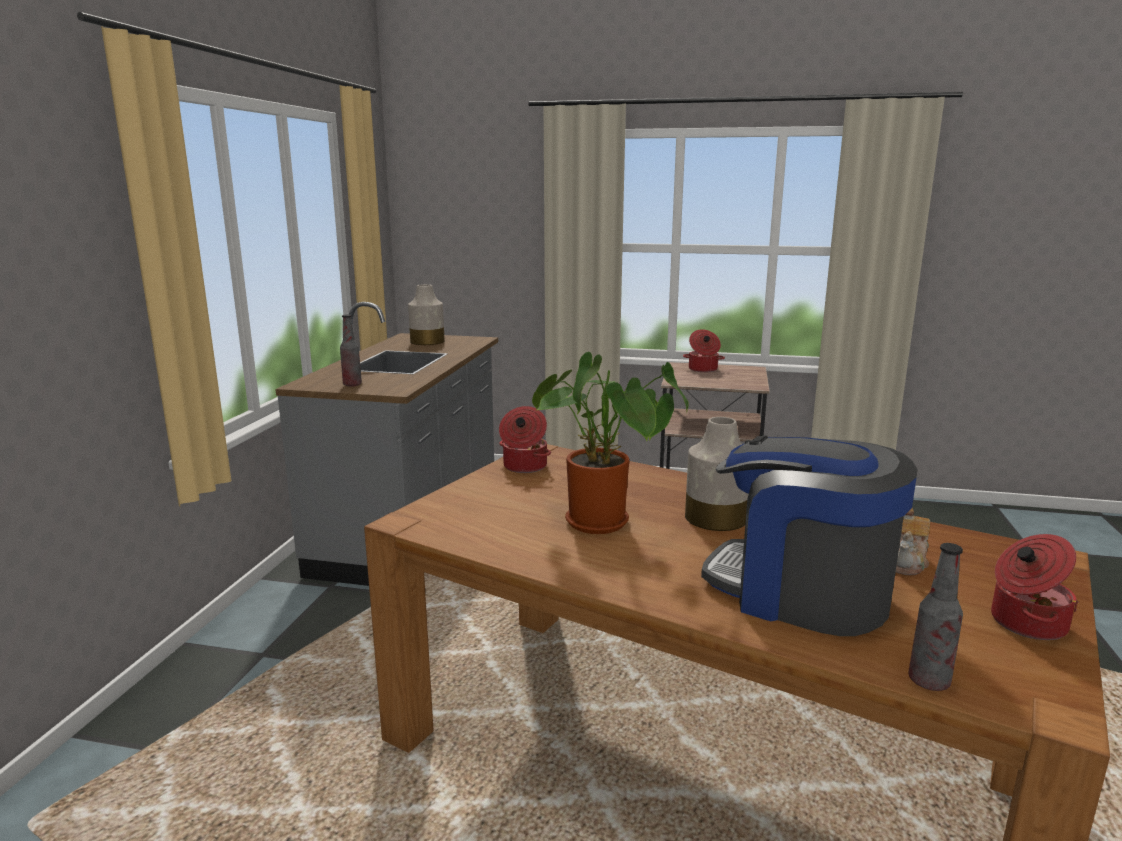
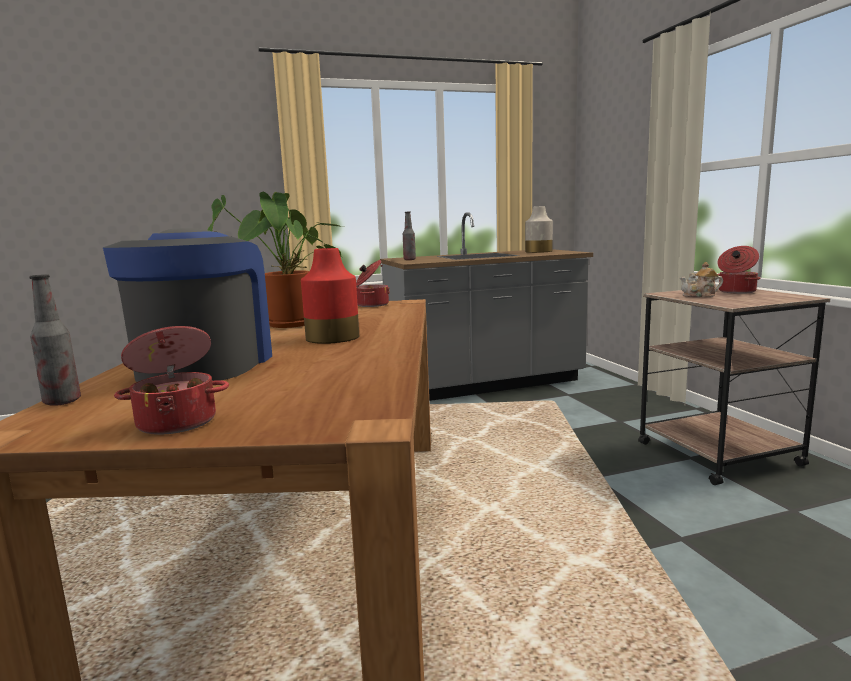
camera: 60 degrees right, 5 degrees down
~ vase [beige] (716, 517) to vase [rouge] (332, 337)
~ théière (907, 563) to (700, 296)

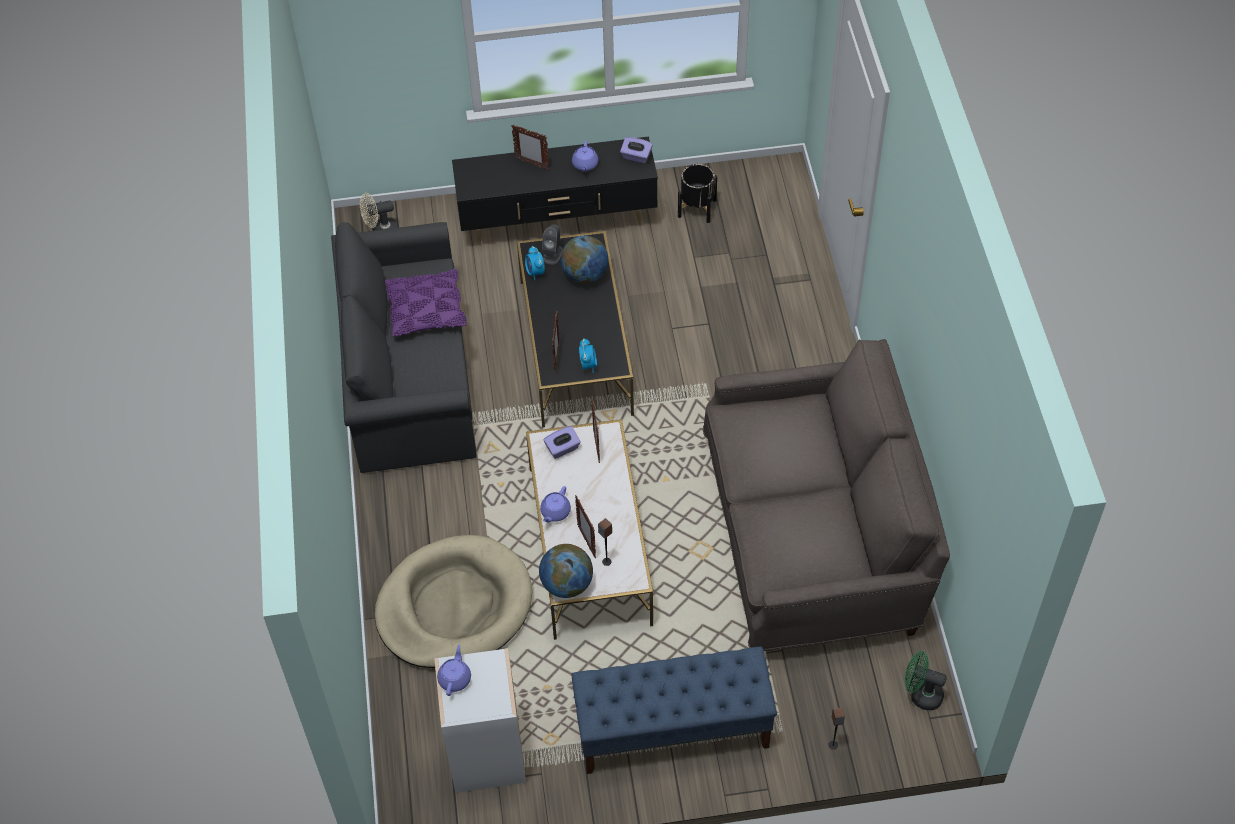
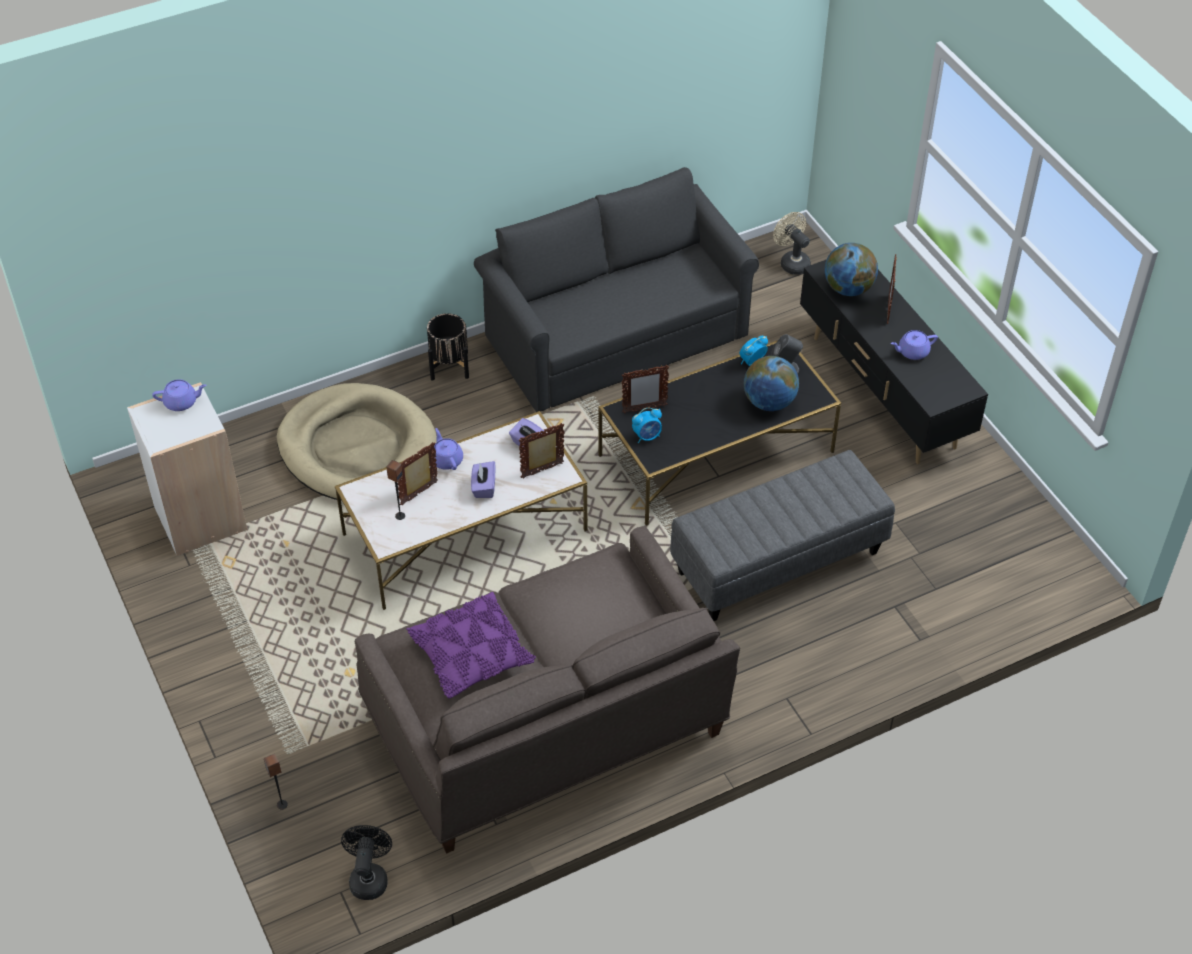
camera: 70 degrees right, 5 degrees down
~ boîte à mouchoirs [violet] (636, 157) to (483, 487)
~ cache-pot [noir] (697, 208) to (449, 366)
~ coussin [violet] (426, 310) to (471, 654)
~ théière [violet] (555, 512) = (446, 459) 60 degrees clockwise
~ globe (567, 584) to (848, 288)
- banc [bleu] (672, 730)
~ ventilateur [vert] (921, 694) to ventilateur [noir] (369, 877)
+ pouf [gris] (778, 564)

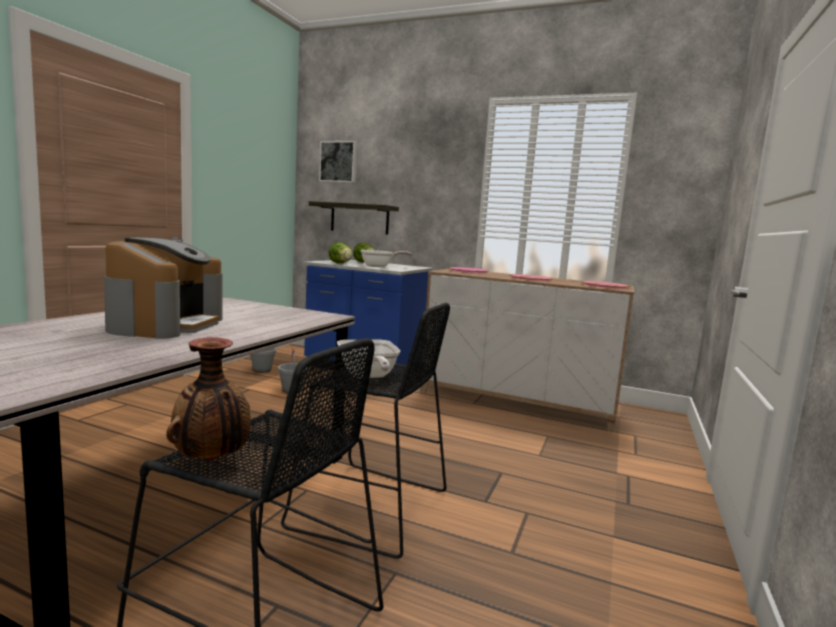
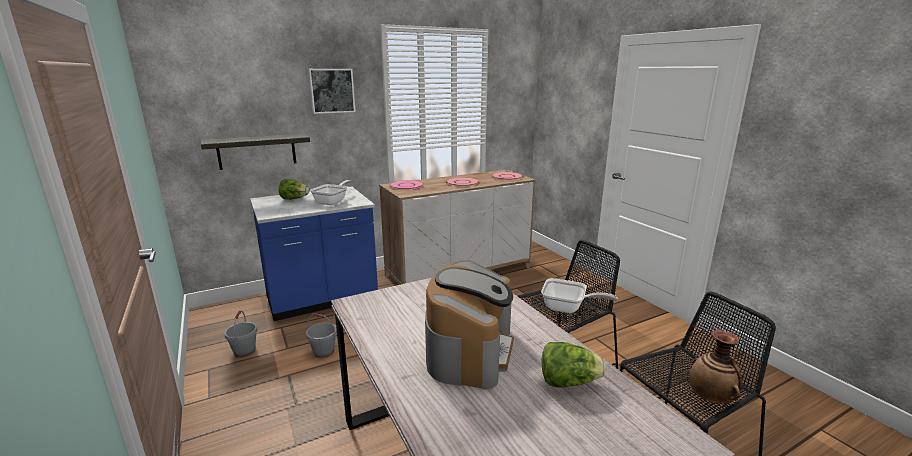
camera: 50 degrees left, 10 degrees up
~ tableau (338, 162) to (331, 90)
~ machine à café (166, 324) = (469, 350) 60 degrees clockwise
~ laitue (341, 263) to (568, 382)

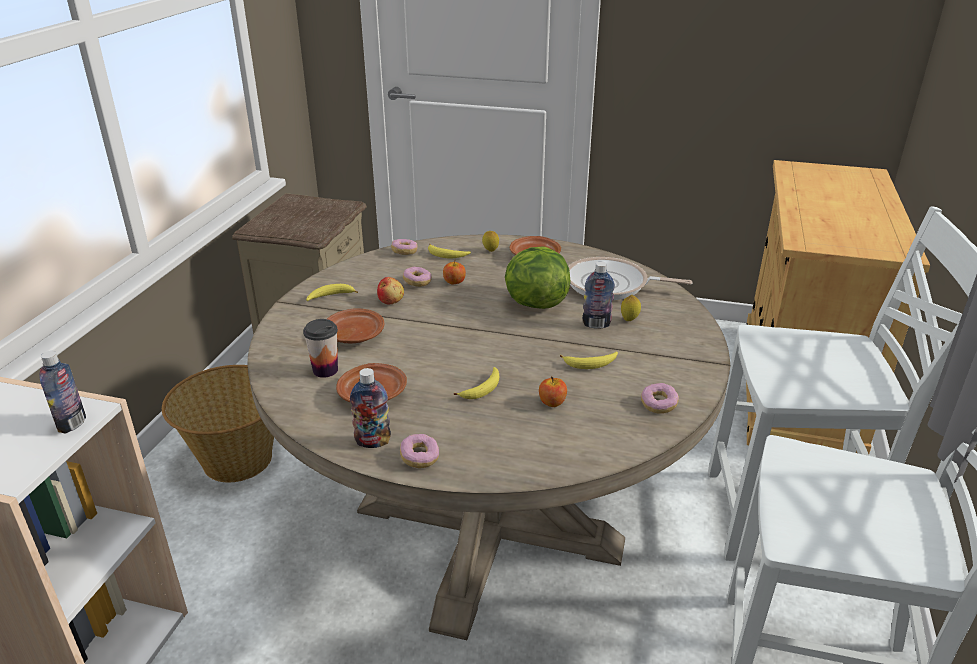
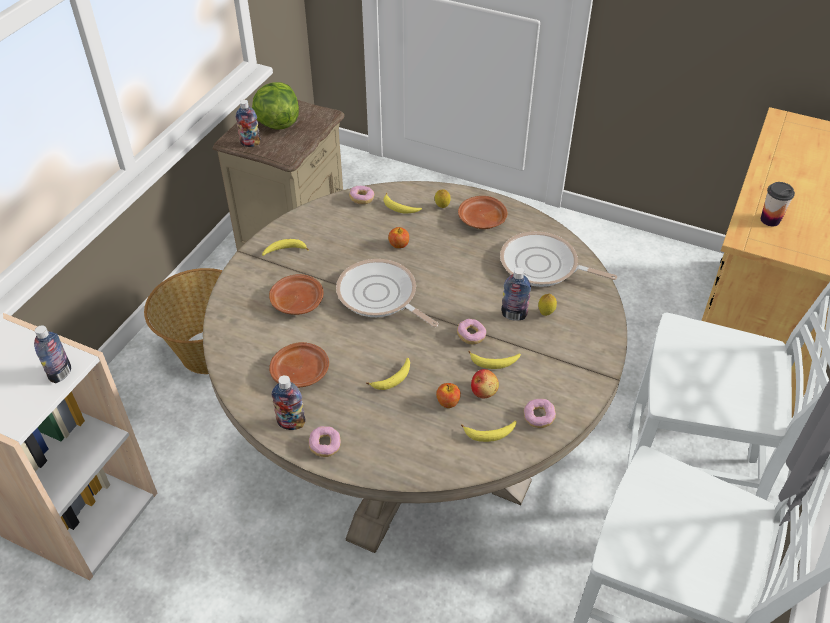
camera: 10 degrees right, 15 degrees up
~ laitue (534, 303) to (277, 123)
~ beignet (417, 282) to (471, 336)
~ pomme (391, 301) to (484, 391)
~ tasse (325, 370) to (770, 220)
+ bouteille (250, 143)
+ poêle (380, 296)
+ banane (490, 433)

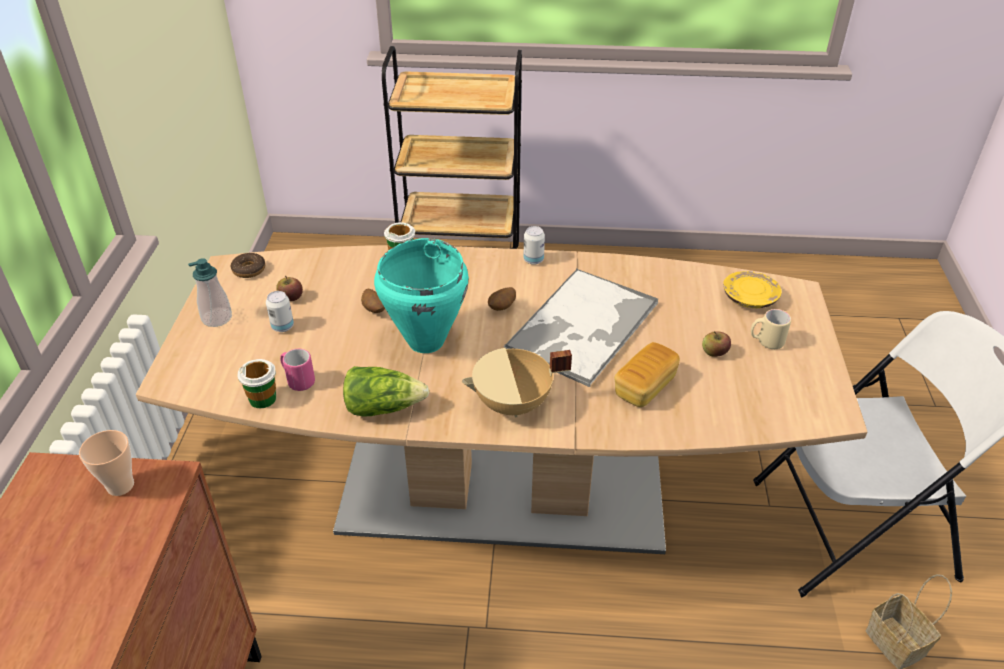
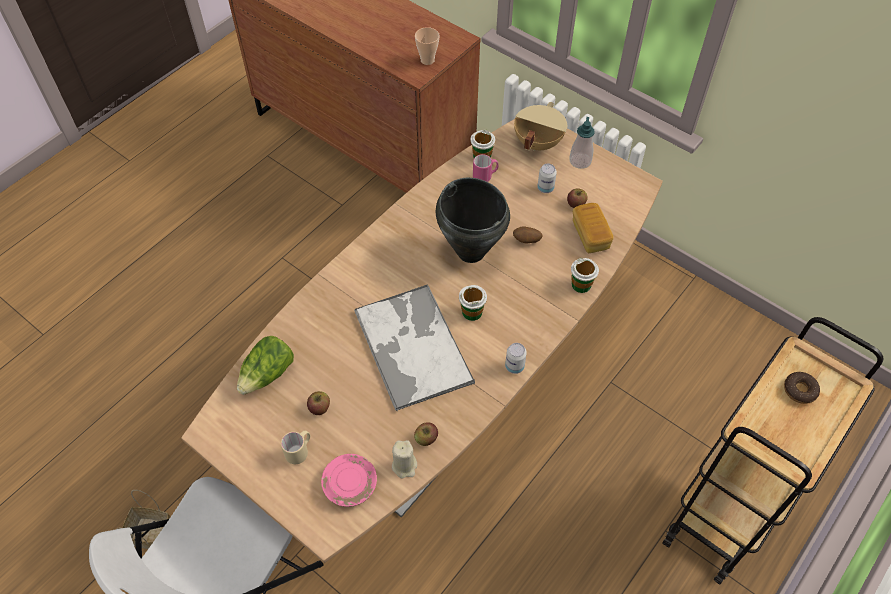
camera: 125 degrees right, 15 degrees up
~ marmite [turquoise] (425, 341) to marmite [noir] (471, 251)
~ beignet (249, 270) to (799, 390)
~ assiette [jaune] (749, 298) to assiette [rose] (350, 484)
~ pomme de terre (502, 308) to tasse (472, 312)
~ pain (644, 387) to (590, 235)
~ marmite [beige] (513, 405) to (537, 142)
~ laitue (383, 407) to (268, 374)
+ pomme (426, 438)
+ bougie [beige] (404, 466)

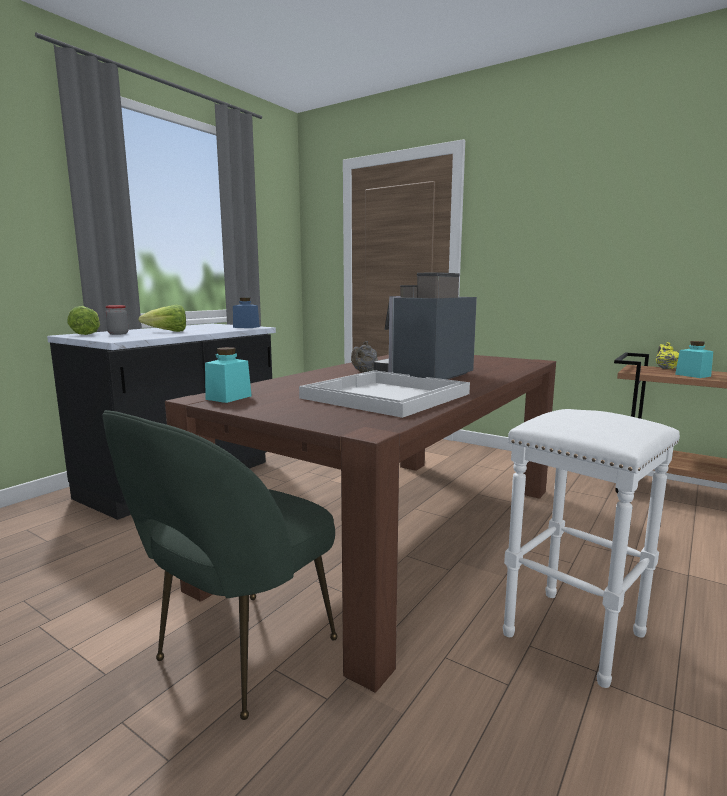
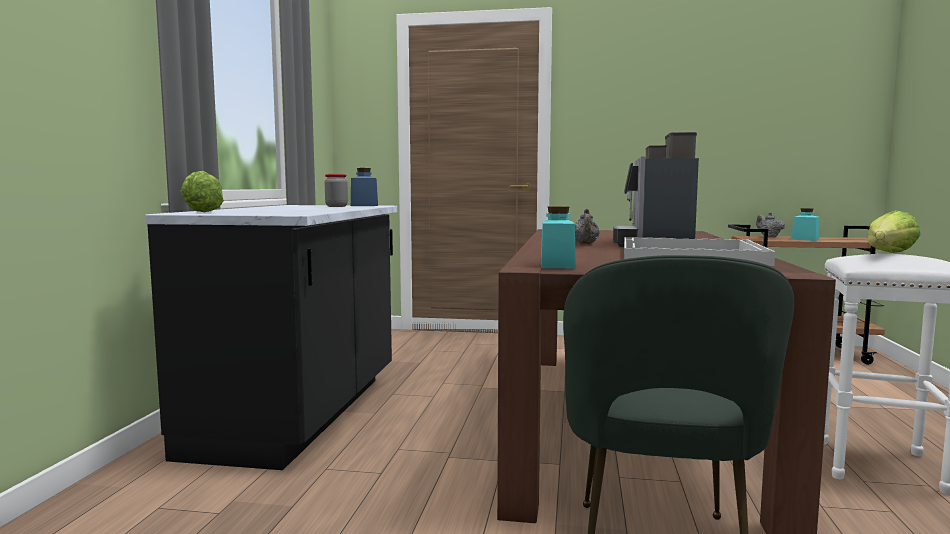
camera: 25 degrees left, 5 degrees down
~ bocal (118, 334) to (336, 206)
~ laitue (168, 332) to (889, 253)
~ théière [jaune] (665, 368) to théière [gris] (768, 236)

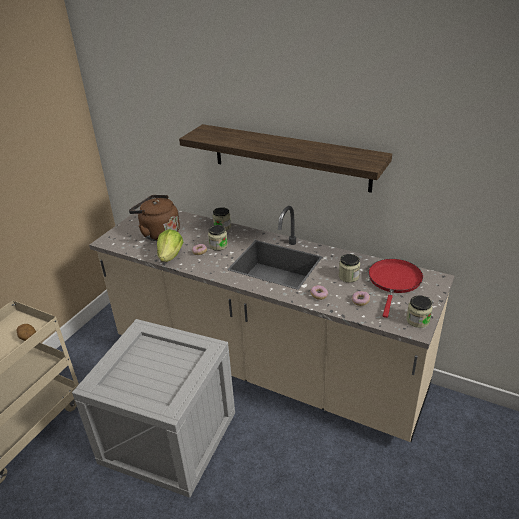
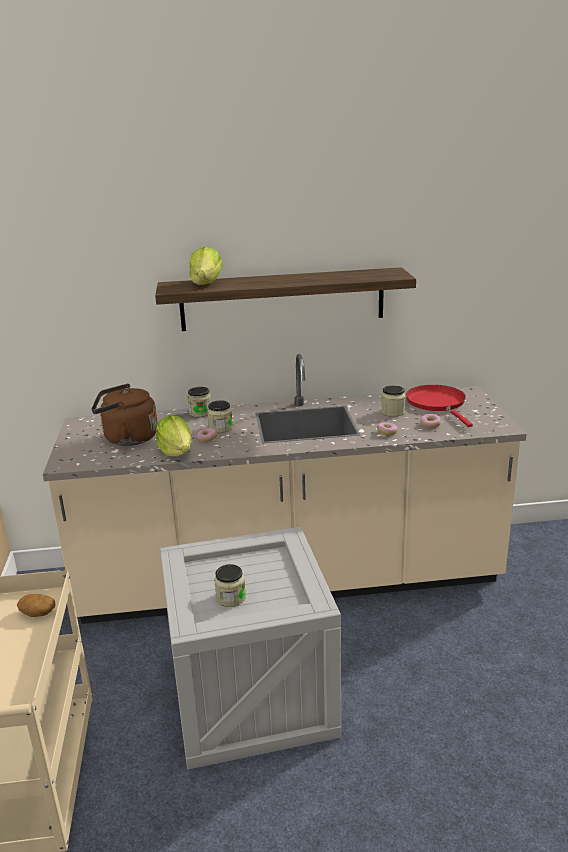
camera: 35 degrees left, 10 degrees down
~ bocal (418, 320) to (230, 598)
+ laitue (206, 283)

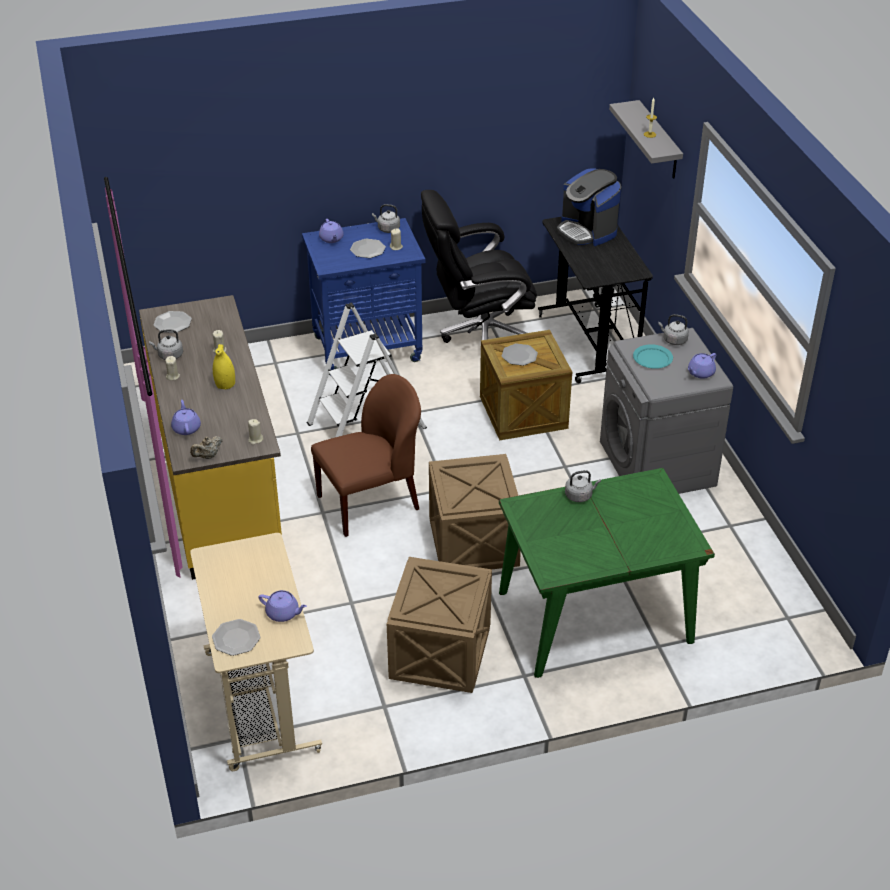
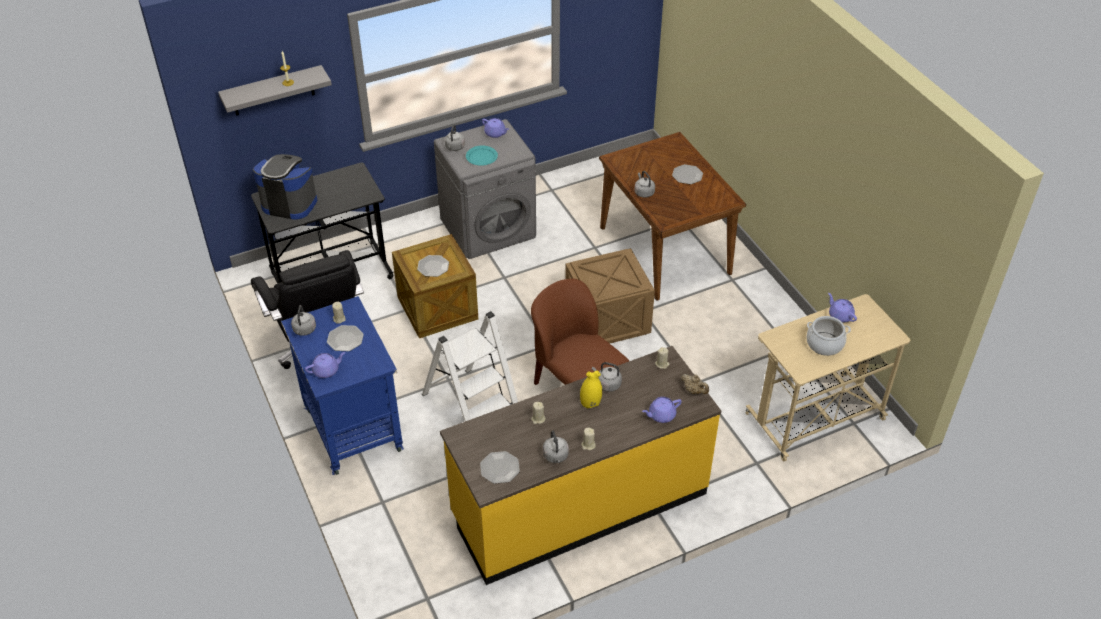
camera: 100 degrees left, 5 degrees up
~ machine à café (587, 231) = (289, 203) 120 degrees counterclockwise
~ table à manger [vert] (596, 616) to table à manger [marron] (664, 249)
- caisse (440, 654)
~ théière [violet] (283, 613) = (840, 315) 45 degrees counterclockwise
~ assiette (236, 638) to (687, 175)
+ marmite (824, 344)
+ bouilloire [gris] (607, 384)

